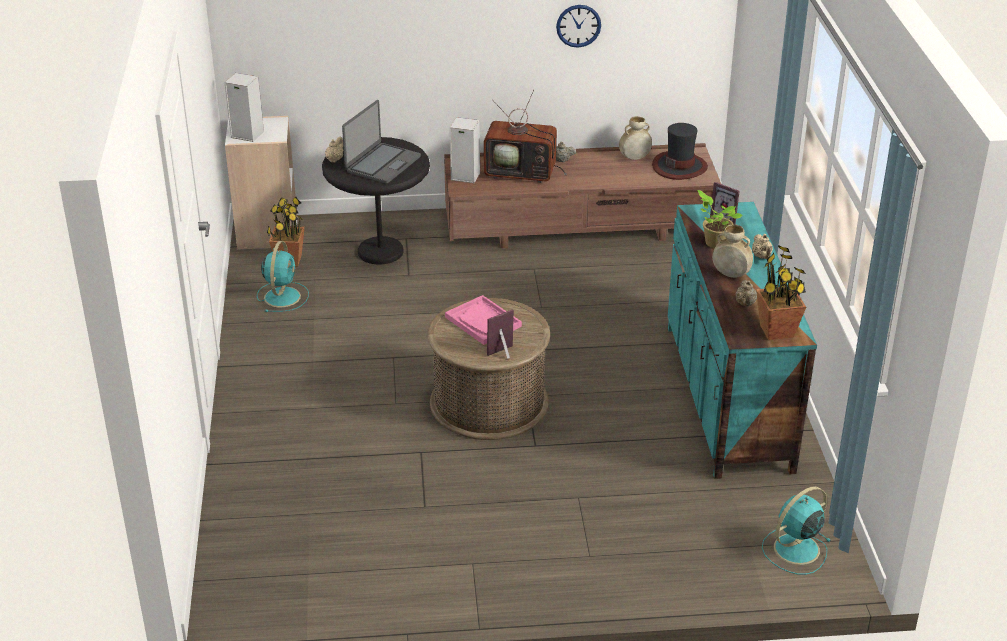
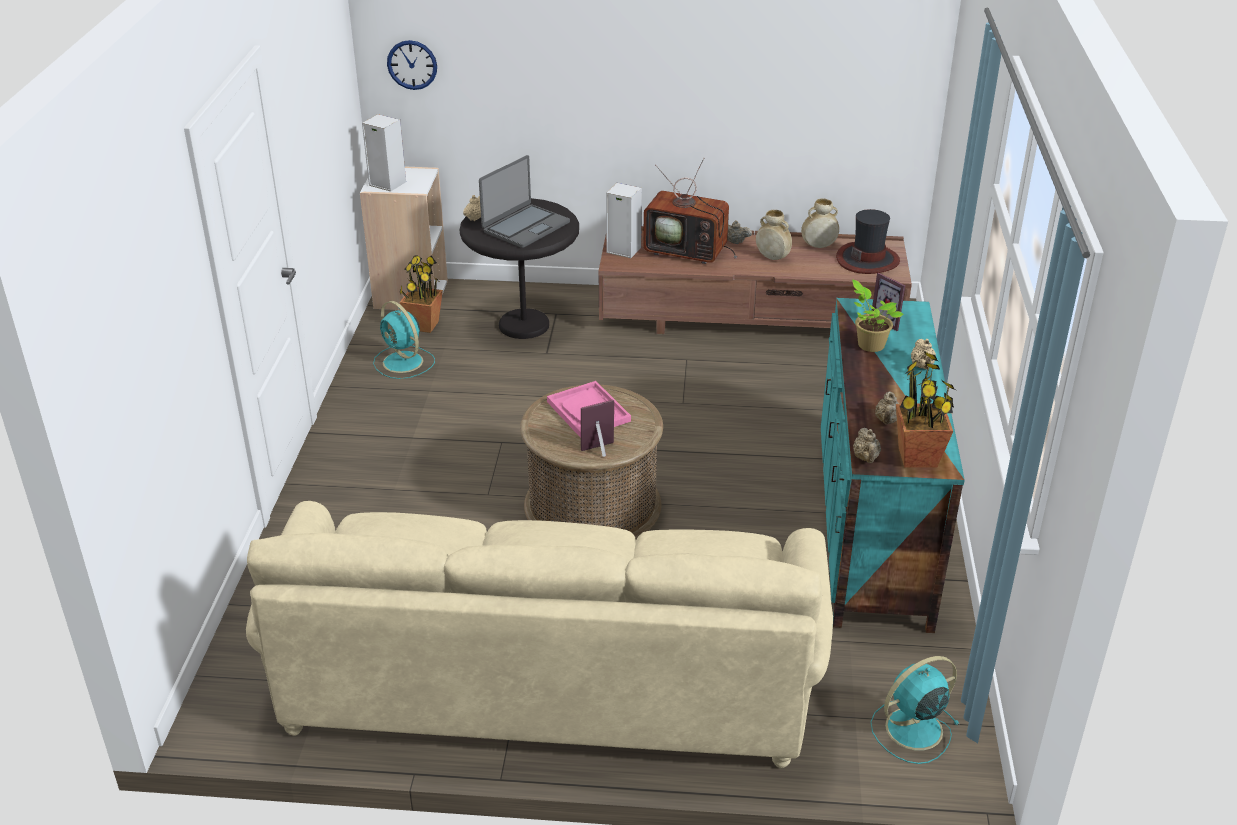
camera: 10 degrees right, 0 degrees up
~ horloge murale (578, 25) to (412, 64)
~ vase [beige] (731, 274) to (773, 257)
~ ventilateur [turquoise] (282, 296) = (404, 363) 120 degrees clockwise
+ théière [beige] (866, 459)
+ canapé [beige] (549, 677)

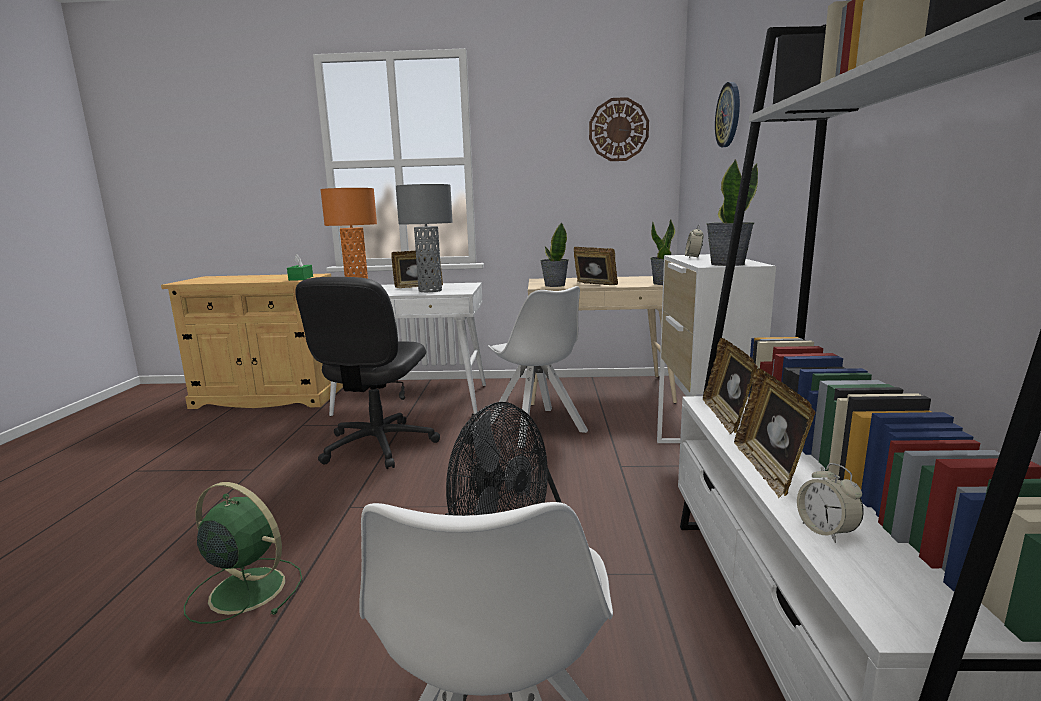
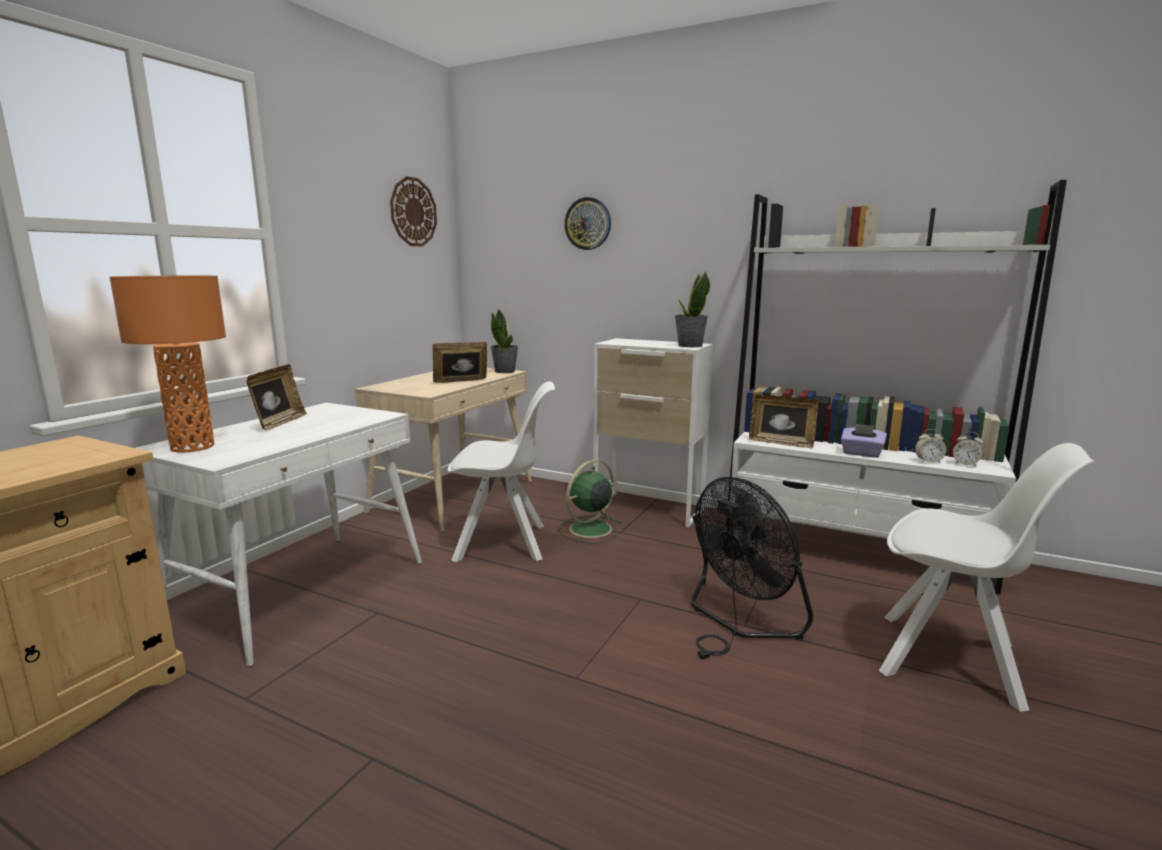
camera: 65 degrees left, 0 degrees up
- lampe de table [gris] (430, 290)
- plante en pot (554, 285)
~ réveil (693, 257) to (965, 464)
- boîte à mouchoirs [vert] (301, 278)
- chaise de bureau [noir] (378, 445)
~ cadre photo (768, 470) to boîte à mouchoirs [violet] (861, 453)
~ ventilateur [vert] (245, 589) to (589, 529)

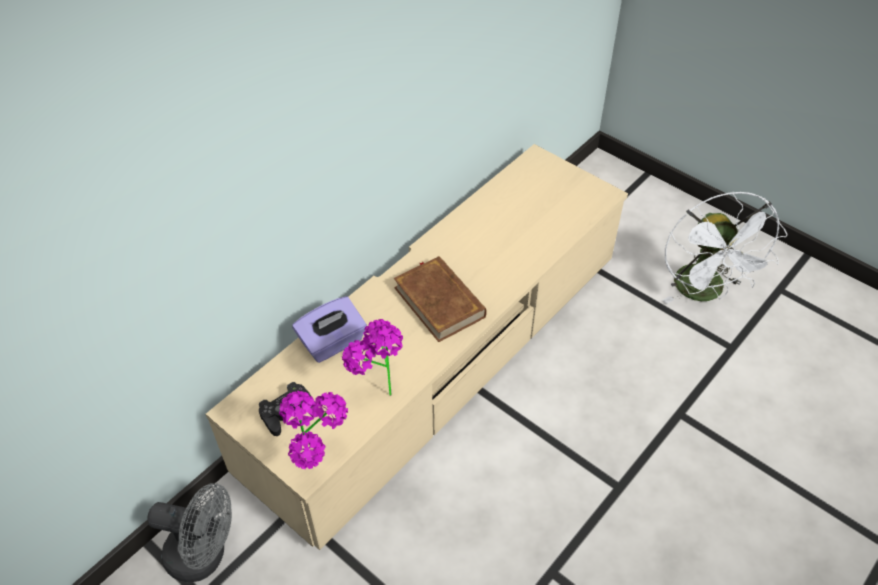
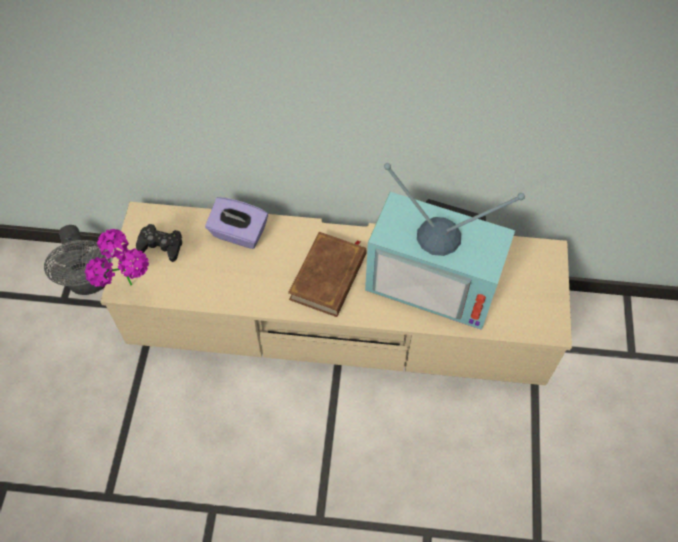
camera: 55 degrees right, 10 degrees up
- ventilateur [blanc] (704, 292)
- plante en pot (377, 391)
+ téléviseur (436, 280)

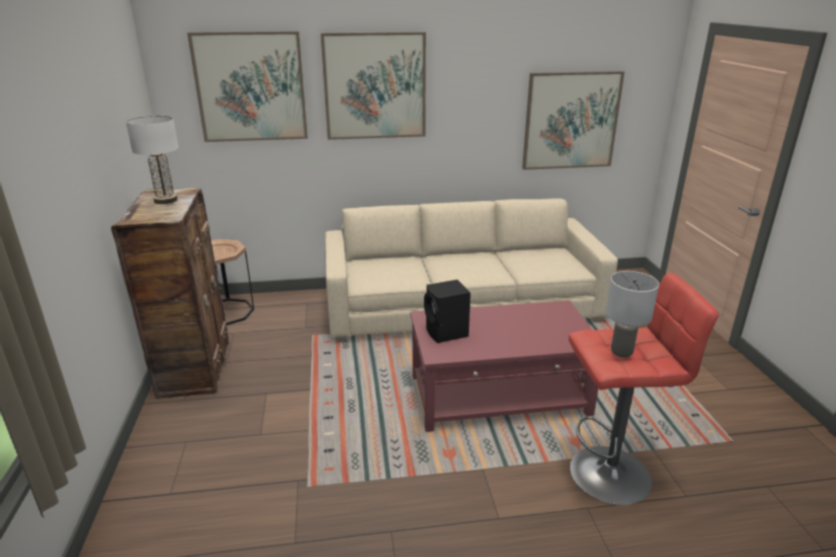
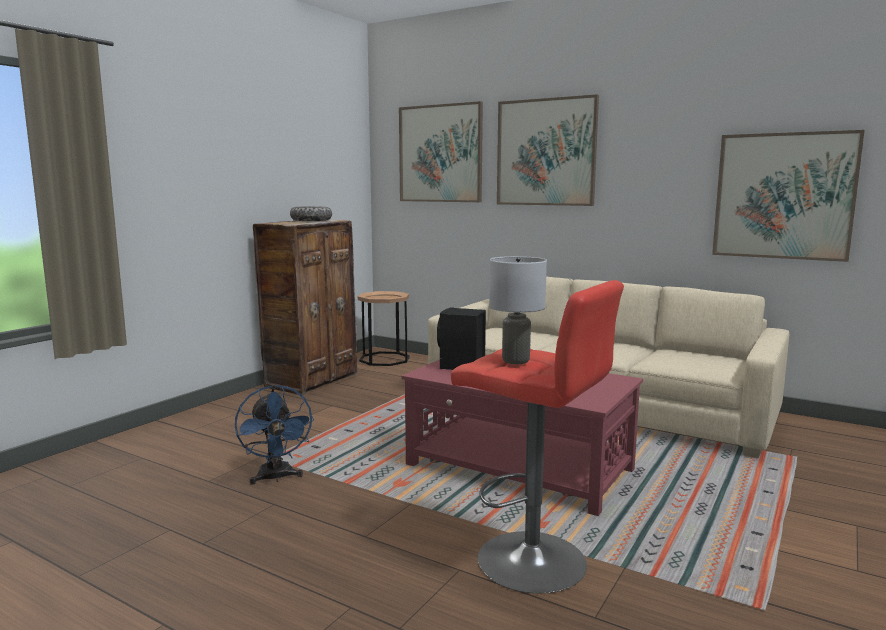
camera: 40 degrees right, 15 degrees down
~ lampe de table (165, 200) to bol (311, 220)
+ ventilateur [bleu] (276, 478)

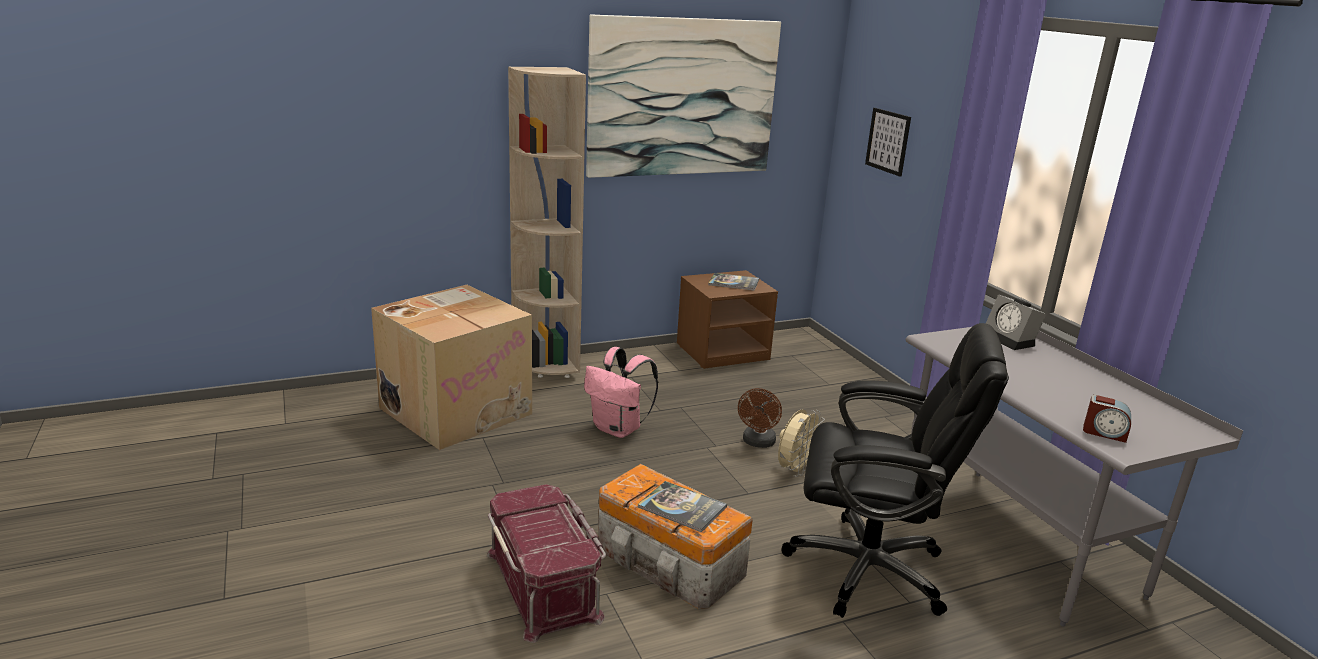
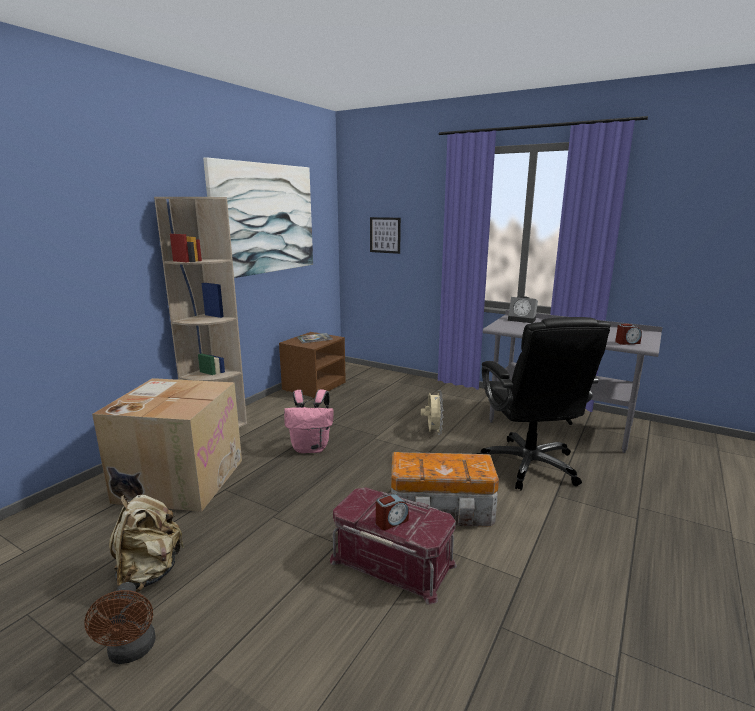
camera: 35 degrees left, 5 degrees down
~ chaise de bureau [noir] (867, 569) = (529, 465) 105 degrees clockwise
~ ventilateur [marron] (758, 443) to (131, 652)
- livre (682, 507)
+ réveil (391, 521)
+ sac à dos [beige] (149, 572)

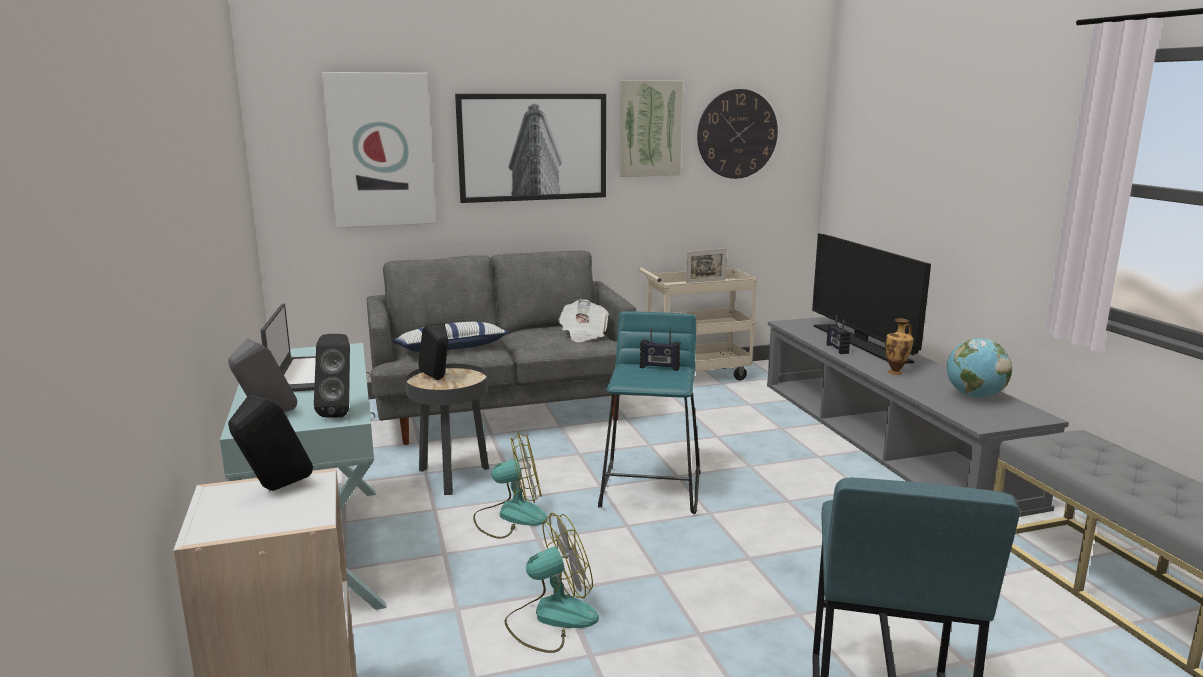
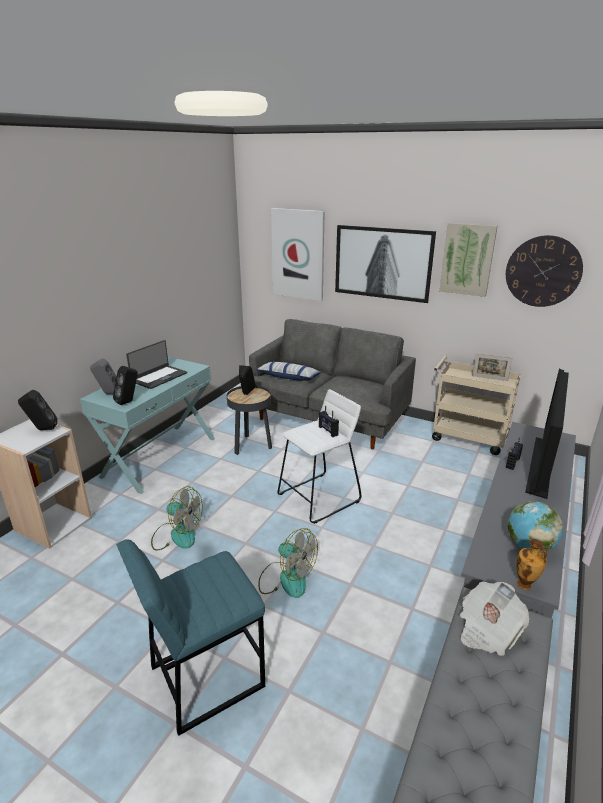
camera: 45 degrees right, 10 degrees up
~ journal (583, 335) to (487, 630)
~ tabouret [turquoise] (651, 488) to tabouret [blanc] (319, 498)
~ vase (896, 372) to (525, 585)
~ ventilateur (510, 516) to (286, 578)

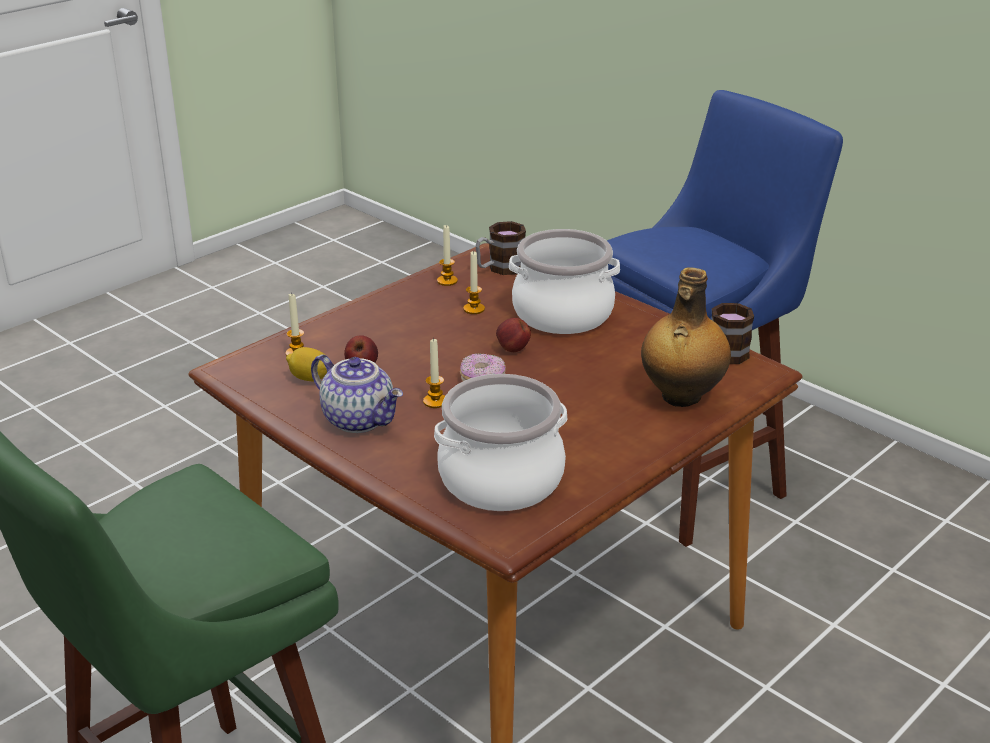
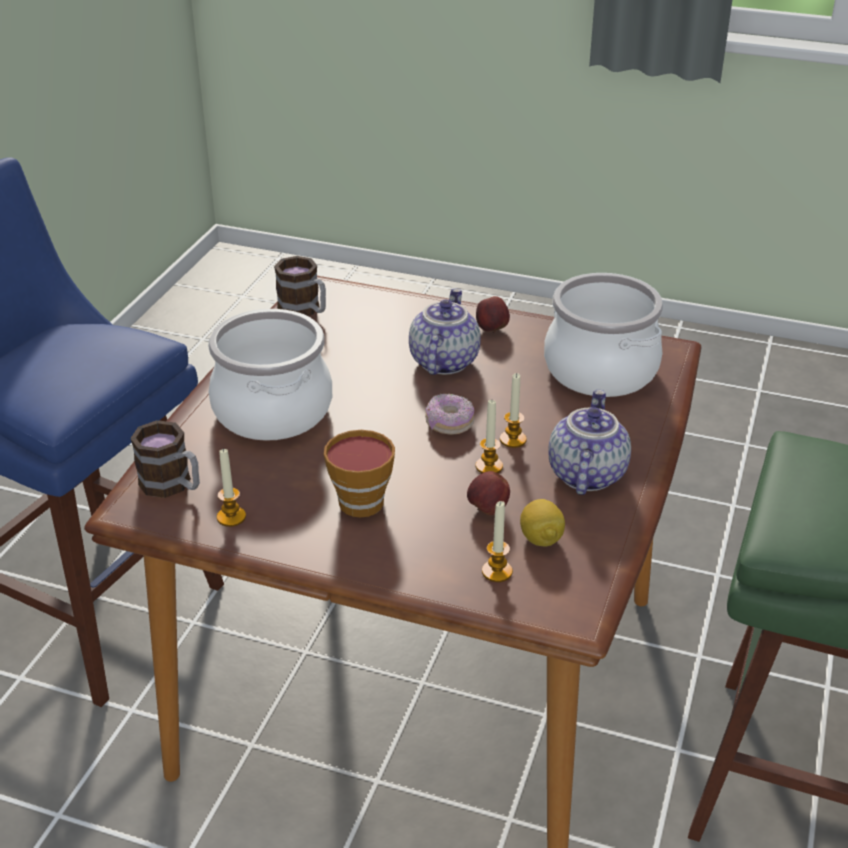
camera: 115 degrees left, 5 degrees up
~ bougie (474, 309) to (489, 466)
- bouteille (680, 397)
~ pomme (512, 349) to (492, 330)
+ théière (442, 361)
+ tasse (361, 499)

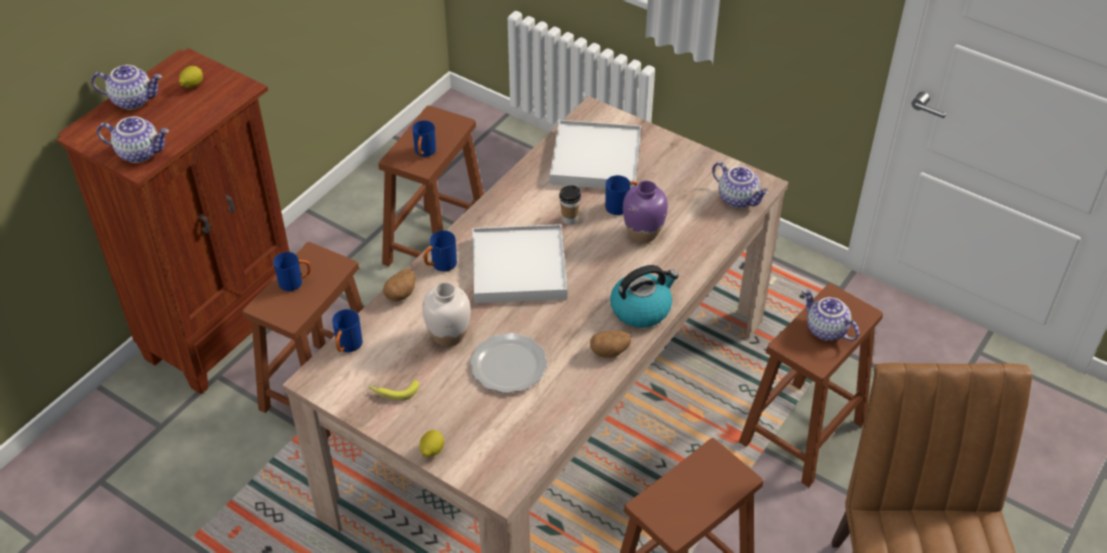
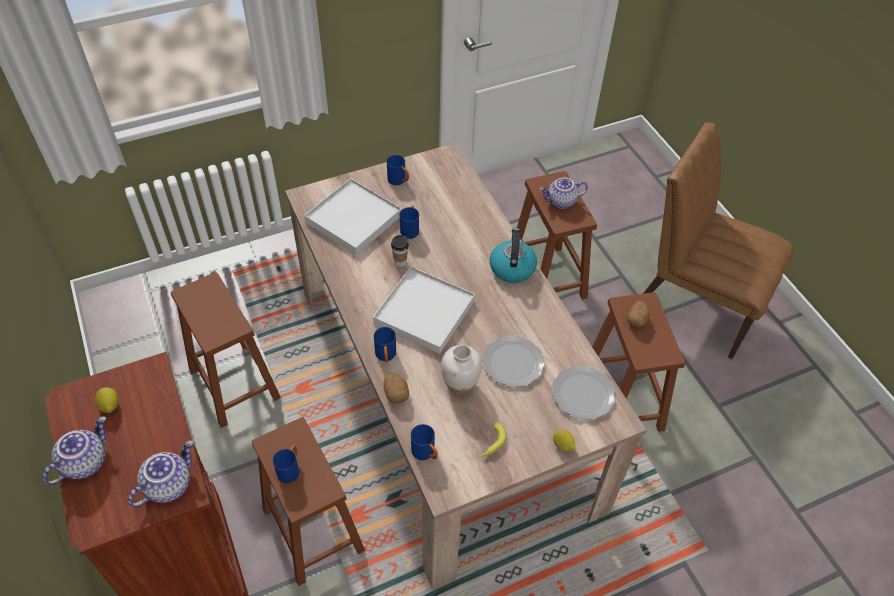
camera: 60 degrees left, 5 degrees up
~ mug [bleu] (424, 153) to (399, 181)
- théière (738, 198)
- vase [violet] (643, 233)
~ pomme de terre (610, 351) to (636, 320)
+ assiette (583, 395)

